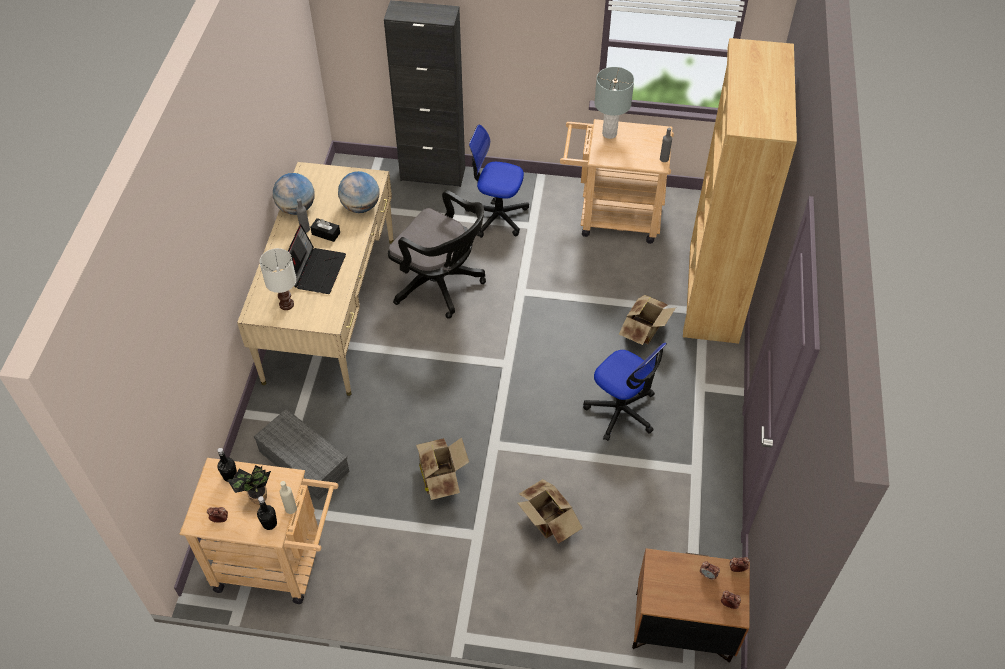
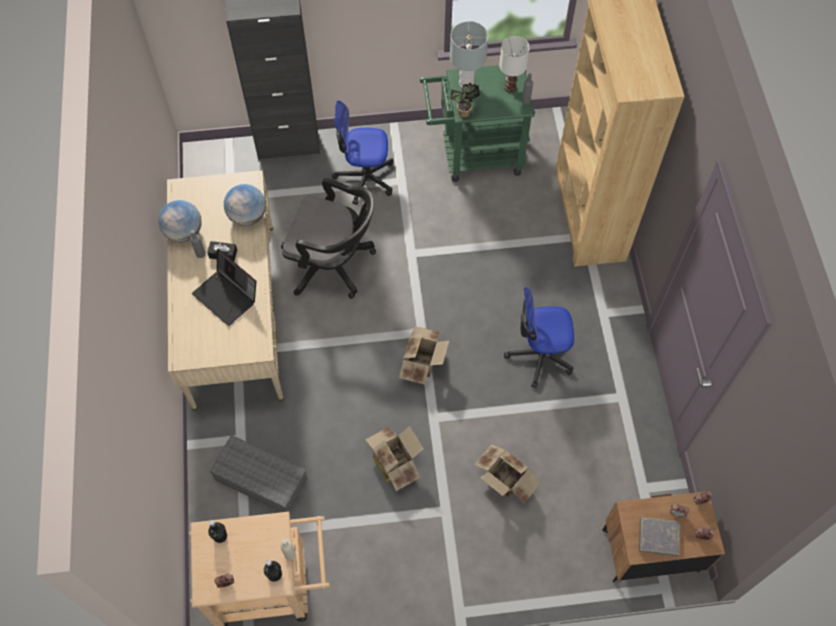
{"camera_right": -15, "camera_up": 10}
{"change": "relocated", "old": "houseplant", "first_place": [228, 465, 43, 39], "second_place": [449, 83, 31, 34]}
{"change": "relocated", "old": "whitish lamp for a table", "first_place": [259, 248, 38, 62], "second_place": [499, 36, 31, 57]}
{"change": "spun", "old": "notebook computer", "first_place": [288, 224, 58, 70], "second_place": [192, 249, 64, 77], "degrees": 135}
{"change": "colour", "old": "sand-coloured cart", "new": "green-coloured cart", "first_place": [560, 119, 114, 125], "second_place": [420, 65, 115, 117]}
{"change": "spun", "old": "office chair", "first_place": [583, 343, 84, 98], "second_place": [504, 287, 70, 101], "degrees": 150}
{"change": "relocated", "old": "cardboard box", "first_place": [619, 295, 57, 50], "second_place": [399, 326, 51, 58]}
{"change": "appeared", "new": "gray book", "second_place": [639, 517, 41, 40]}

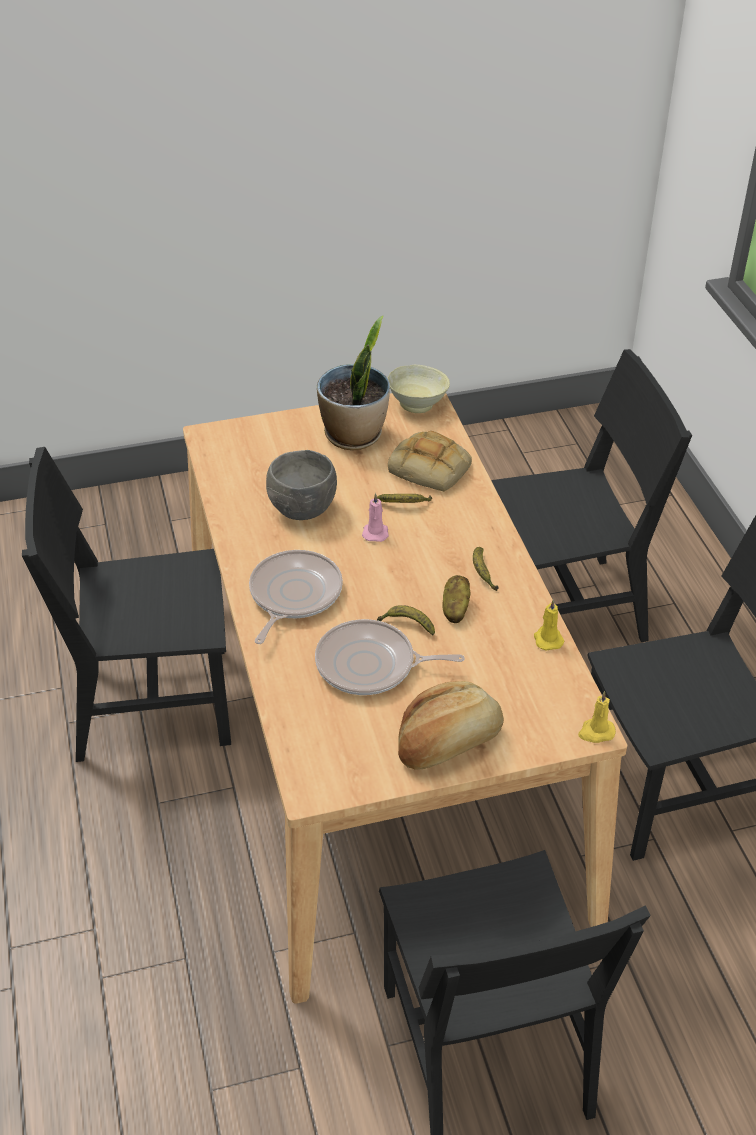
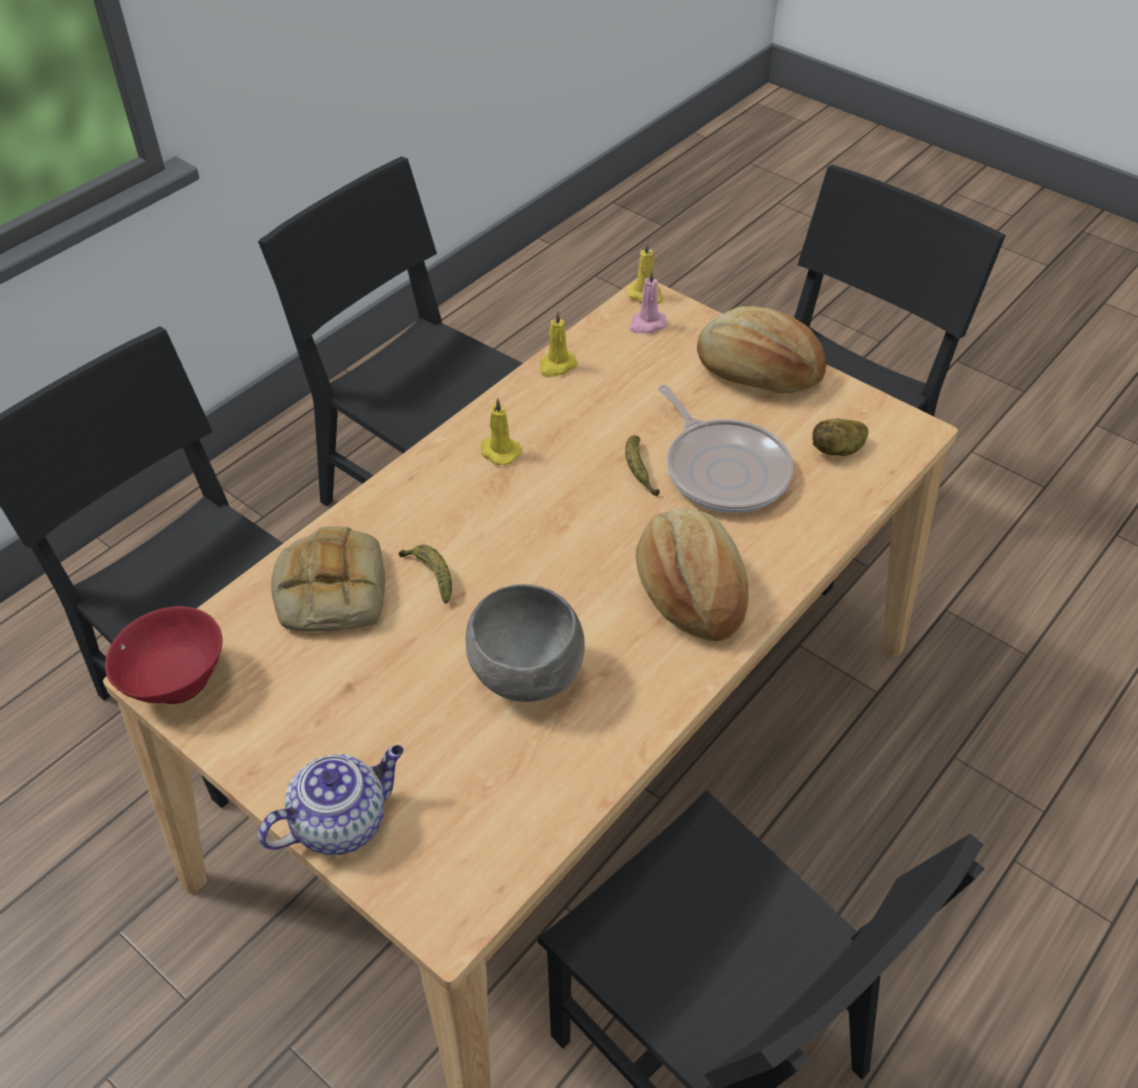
{"camera_right": -125, "camera_up": 5}
{"change": "exchanged", "old": "frying pan", "new": "bread", "first_place": [249, 550, 94, 94], "second_place": [636, 508, 112, 133]}
{"change": "missing", "old": "houseplant", "first_place": [317, 316, 73, 134]}
{"change": "relocated", "old": "pinkish wax candle", "first_place": [362, 493, 27, 49], "second_place": [629, 269, 38, 65]}
{"change": "colour", "old": "sand-coloured deep dish", "new": "red deep dish", "first_place": [388, 365, 62, 48], "second_place": [105, 606, 118, 98]}
{"change": "relocated", "old": "whole potato", "first_place": [442, 575, 28, 48], "second_place": [812, 418, 56, 38]}
{"change": "exchanged", "old": "banana", "new": "yellow wax candle", "first_place": [473, 547, 25, 44], "second_place": [481, 397, 40, 68]}
{"change": "appeared", "new": "tea pot", "second_place": [258, 745, 146, 110]}

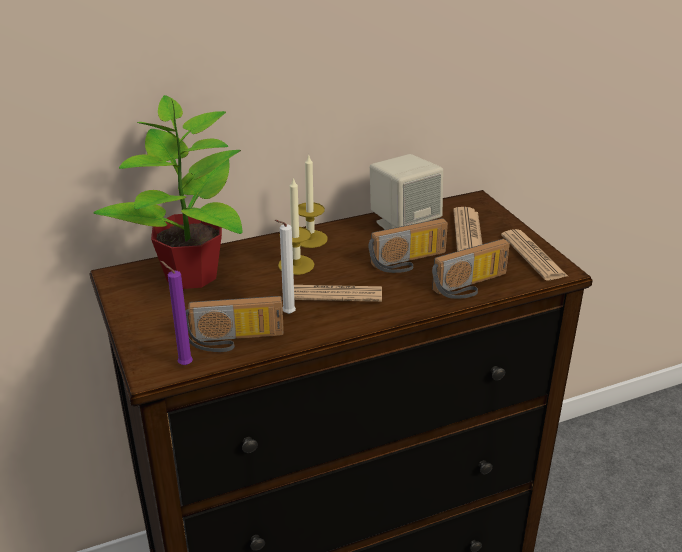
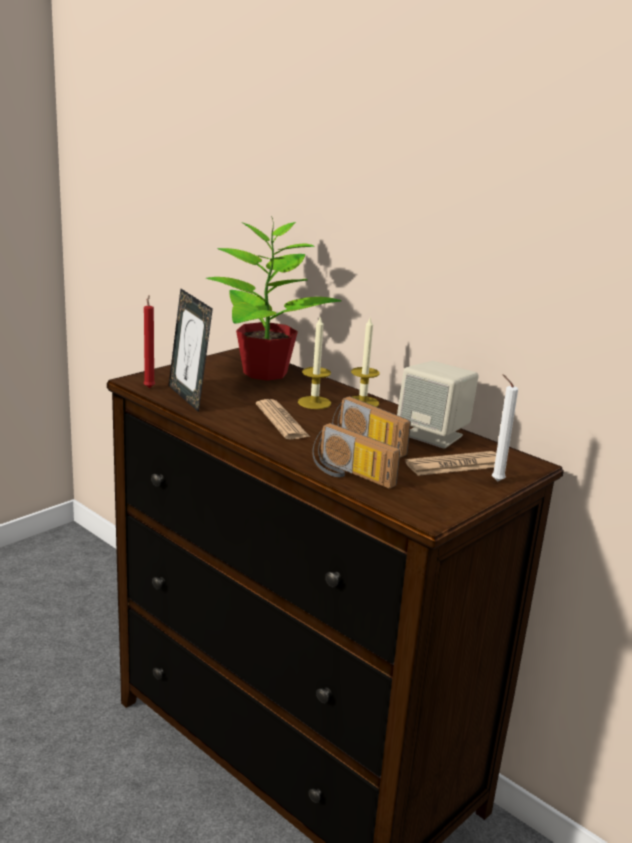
{"camera_right": 65, "camera_up": -10}
{"change": "colour", "old": "purplish wax candle", "new": "red wax candle", "first_place": [160, 261, 33, 104], "second_place": [144, 295, 11, 93]}
{"change": "exchanged", "old": "radio", "new": "picture frame", "first_place": [186, 296, 98, 56], "second_place": [169, 289, 44, 123]}
{"change": "relocated", "old": "whitish wax candle", "first_place": [275, 220, 21, 94], "second_place": [492, 374, 26, 107]}
{"change": "missing", "old": "newspaper", "first_place": [501, 229, 67, 51]}

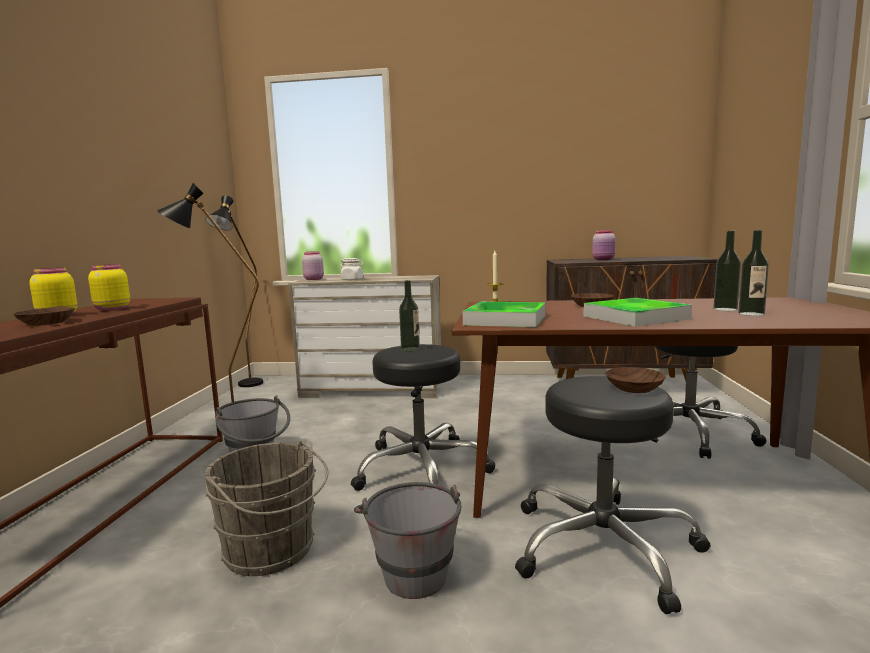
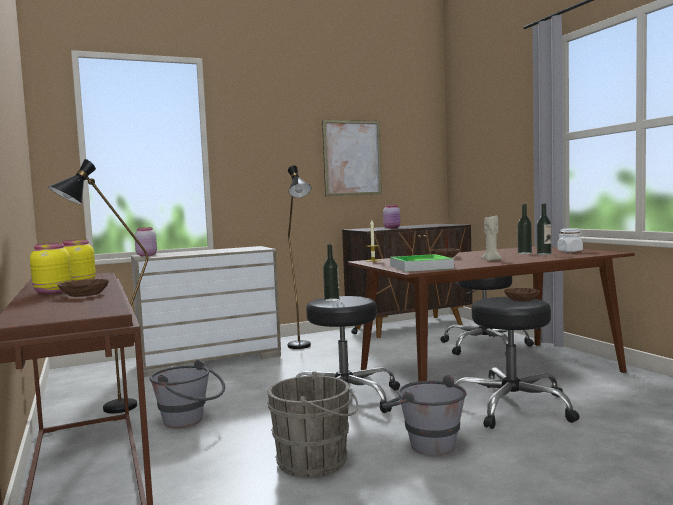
{"camera_right": -30, "camera_up": -5}
{"change": "relocated", "old": "blackish standing lamp", "first_place": [205, 195, 58, 192], "second_place": [288, 165, 23, 184]}
{"change": "relocated", "old": "whitish jar", "first_place": [340, 258, 23, 22], "second_place": [557, 228, 26, 24]}
{"change": "exchanged", "old": "carrying tray", "new": "sand-coloured wax candle", "first_place": [583, 298, 109, 29], "second_place": [481, 215, 21, 46]}
{"change": "appeared", "new": "picture", "second_place": [322, 120, 60, 76]}

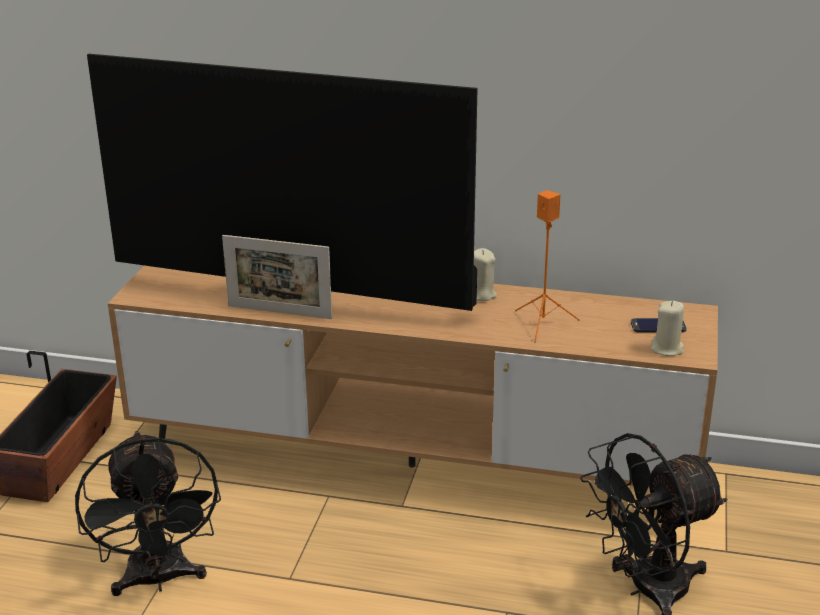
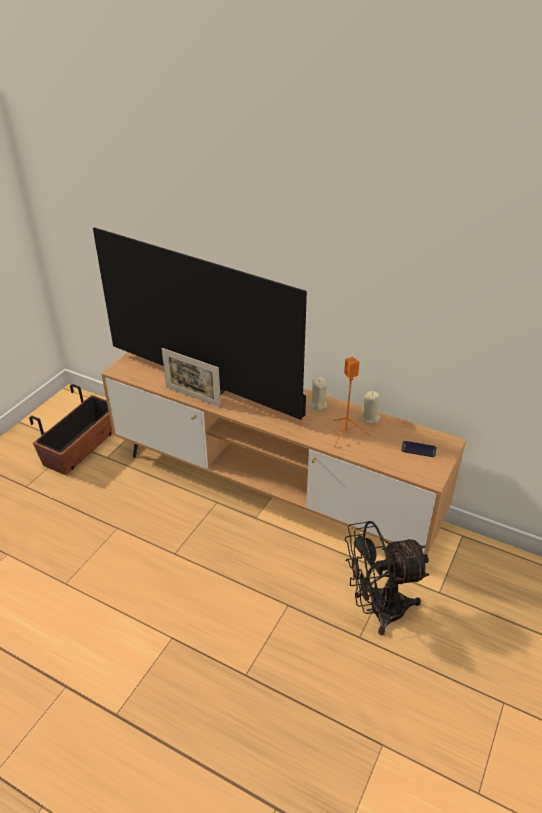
{"camera_right": 15, "camera_up": 10}
{"change": "missing", "old": "blackish cooling fan", "first_place": [75, 431, 146, 165]}
{"change": "relocated", "old": "sand-coloured wax candle", "first_place": [651, 301, 33, 55], "second_place": [360, 391, 21, 32]}

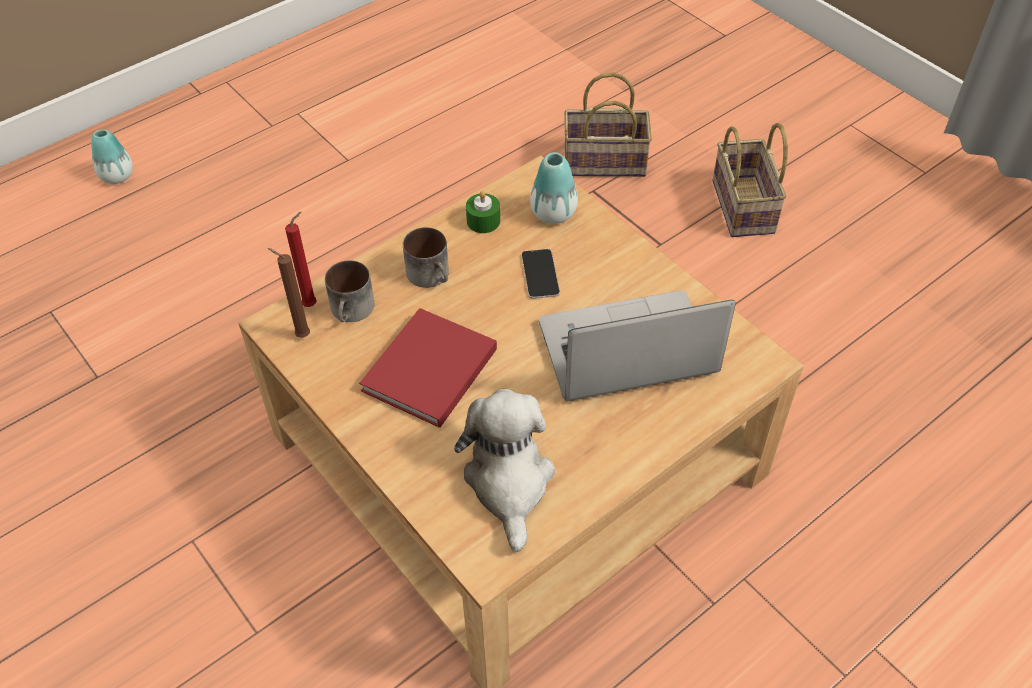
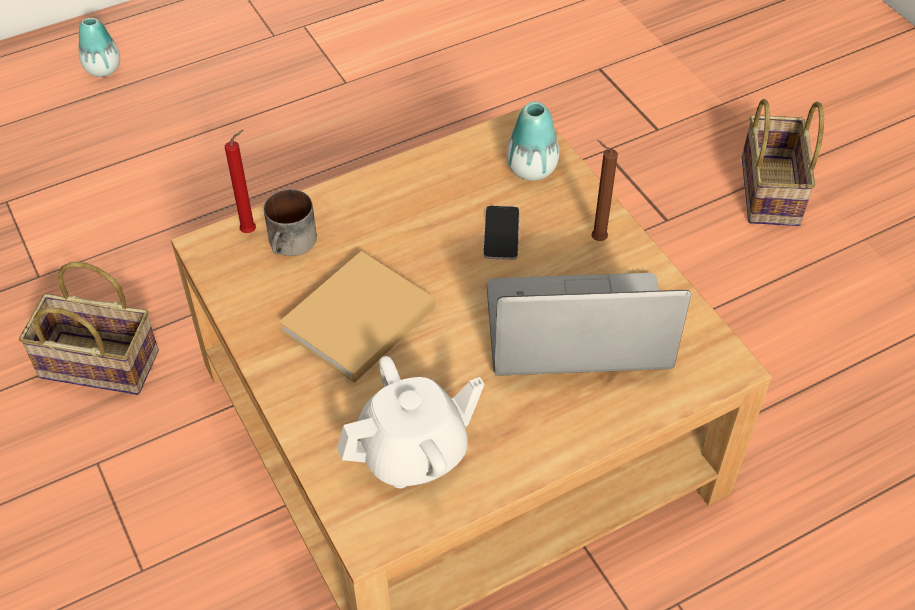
{"camera_right": 10, "camera_up": 0}
{"change": "relocated", "old": "brown wax candle", "first_place": [268, 248, 42, 90], "second_place": [592, 140, 26, 101]}
{"change": "colour", "old": "red book", "new": "sand-coloured book", "first_place": [359, 308, 138, 120], "second_place": [279, 251, 156, 132]}
{"change": "missing", "old": "mug", "first_place": [403, 227, 46, 61]}
{"change": "exchanged", "old": "cuddly toy", "new": "whitish tea pot", "first_place": [454, 389, 101, 163], "second_place": [337, 356, 147, 132]}
{"change": "missing", "old": "green-coloured wax candle", "first_place": [466, 191, 34, 42]}
{"change": "relocated", "old": "household basket", "first_place": [564, 72, 88, 105], "second_place": [19, 262, 140, 133]}

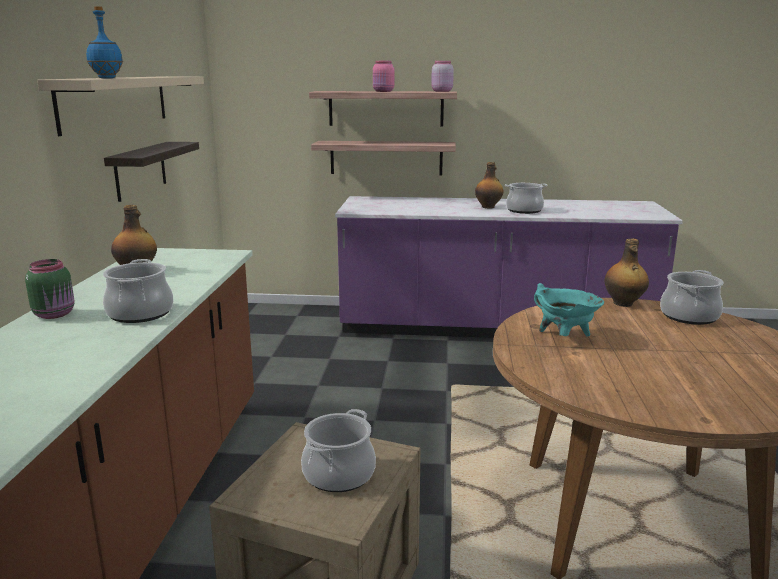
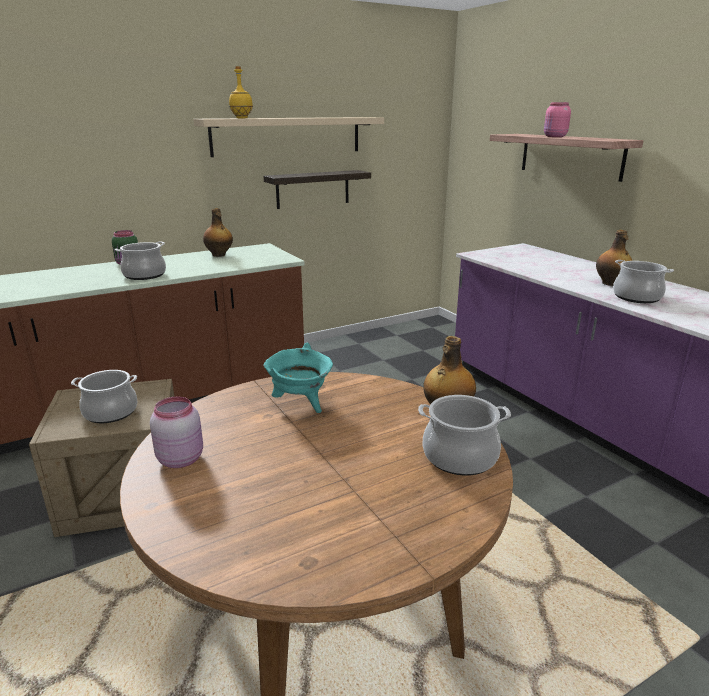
{"camera_right": 55, "camera_up": 5}
{"change": "colour", "old": "blue drink bottle", "new": "yellow drink bottle", "first_place": [86, 6, 37, 72], "second_place": [229, 66, 24, 52]}
{"change": "missing", "old": "bracket shelf", "first_place": [311, 141, 145, 35]}
{"change": "relocated", "old": "pinkish jar", "first_place": [431, 61, 23, 31], "second_place": [150, 396, 53, 72]}

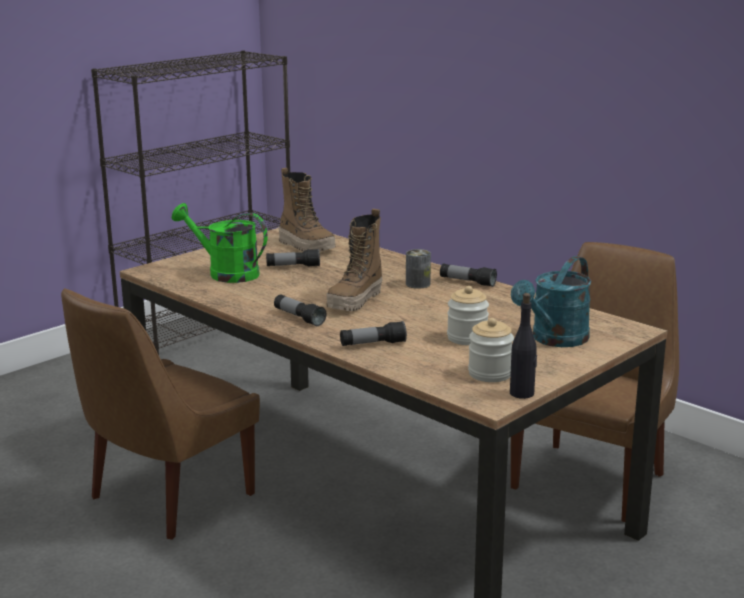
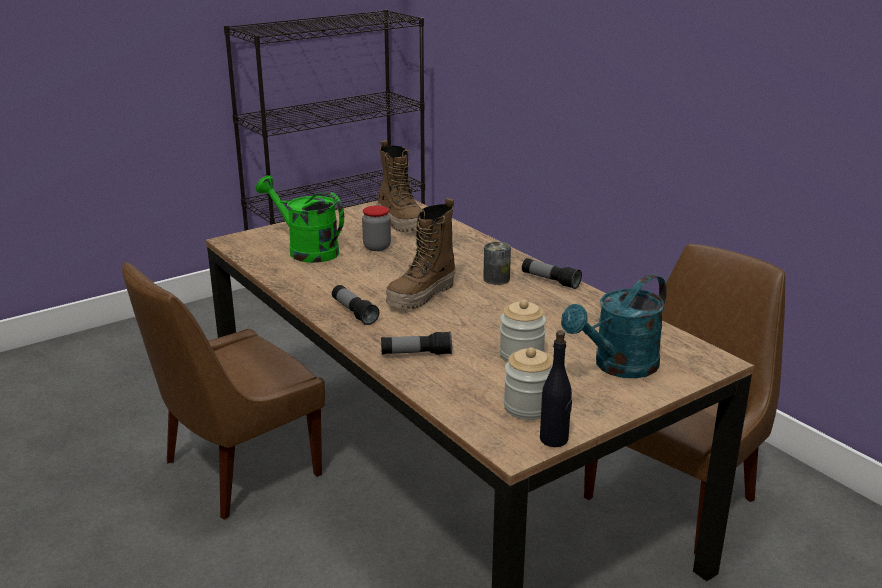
{"camera_right": 10, "camera_up": 5}
{"change": "exchanged", "old": "hand torch", "new": "jar", "first_place": [266, 249, 54, 18], "second_place": [362, 205, 29, 46]}

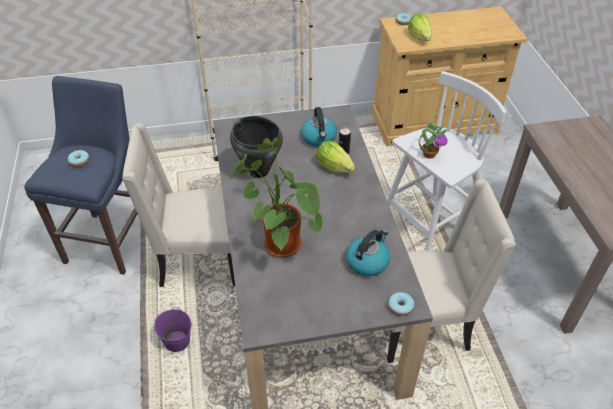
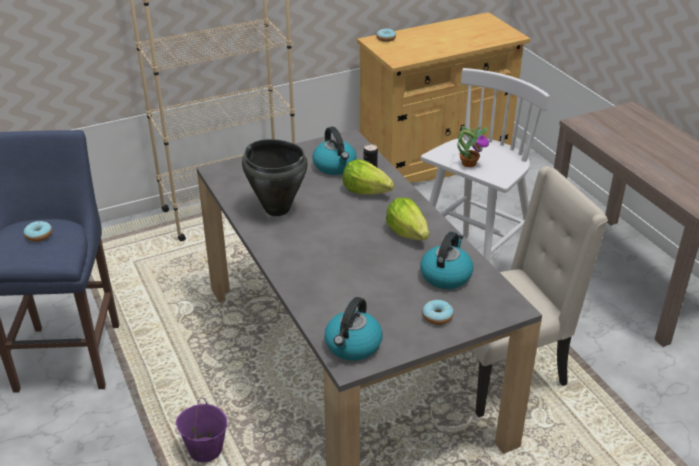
{"camera_right": -15, "camera_up": -10}
{"change": "missing", "old": "sand-coloured chair", "first_place": [122, 123, 113, 164]}
{"change": "missing", "old": "houseplant", "first_place": [229, 138, 94, 120]}
{"change": "relocated", "old": "doughnut", "first_place": [388, 292, 26, 24], "second_place": [422, 300, 31, 25]}
{"change": "relocated", "old": "lettuce", "first_place": [408, 14, 24, 27], "second_place": [386, 198, 43, 42]}
{"change": "appeared", "new": "water kettle", "second_place": [324, 297, 58, 64]}

